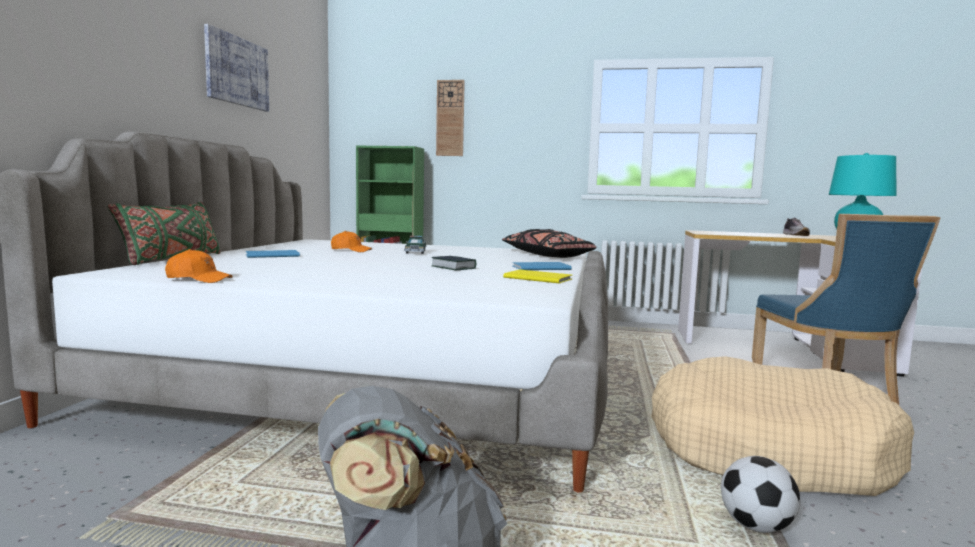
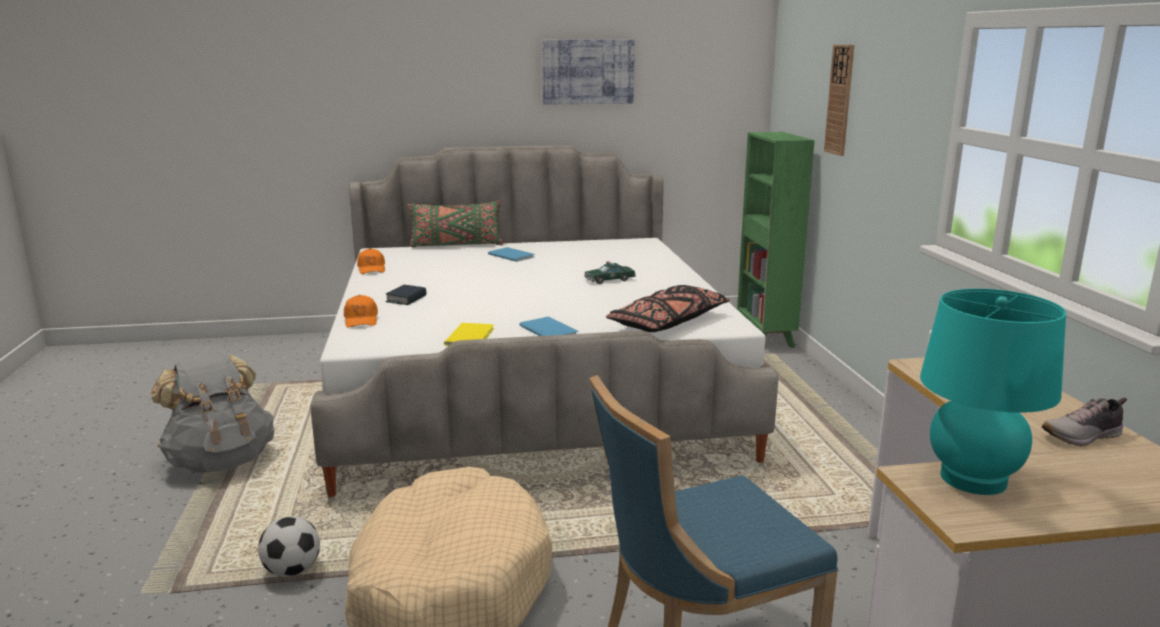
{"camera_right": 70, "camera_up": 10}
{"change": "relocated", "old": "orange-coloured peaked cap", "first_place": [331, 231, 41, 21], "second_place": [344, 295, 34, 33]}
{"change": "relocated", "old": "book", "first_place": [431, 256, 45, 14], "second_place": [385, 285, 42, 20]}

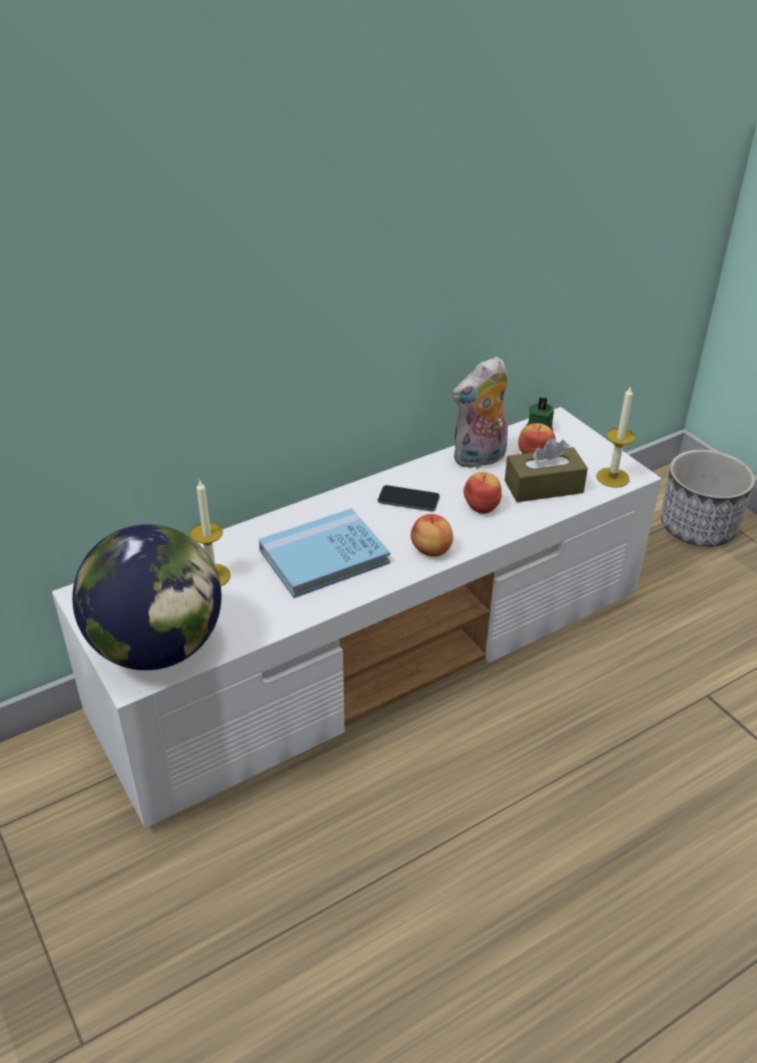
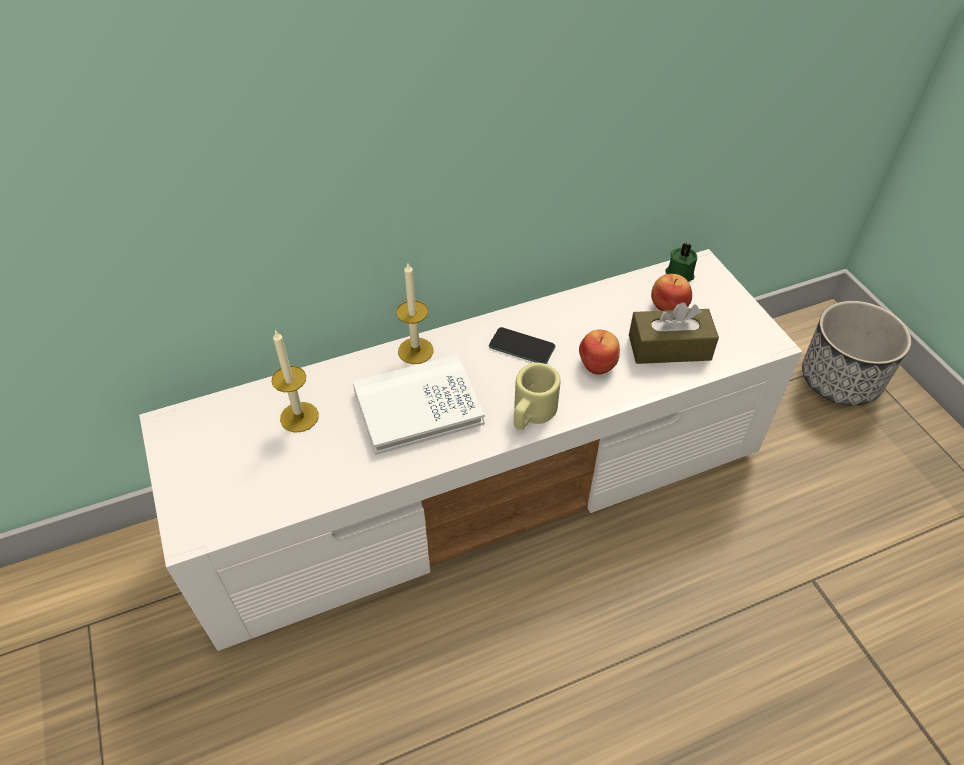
{"camera_right": 10, "camera_up": 10}
{"change": "missing", "old": "globe", "first_place": [72, 524, 149, 146]}
{"change": "colour", "old": "blue book", "new": "whitish book", "first_place": [259, 508, 131, 90], "second_place": [353, 355, 132, 100]}
{"change": "exchanged", "old": "apple", "new": "sand-coloured mug", "first_place": [411, 514, 42, 43], "second_place": [514, 363, 47, 67]}
{"change": "missing", "old": "cuddly toy", "first_place": [452, 356, 56, 112]}
{"change": "relocated", "old": "wax candle", "first_place": [597, 386, 38, 102], "second_place": [396, 262, 37, 102]}

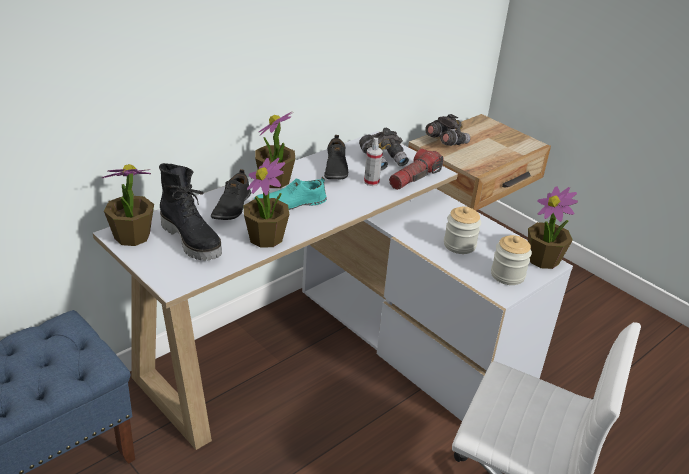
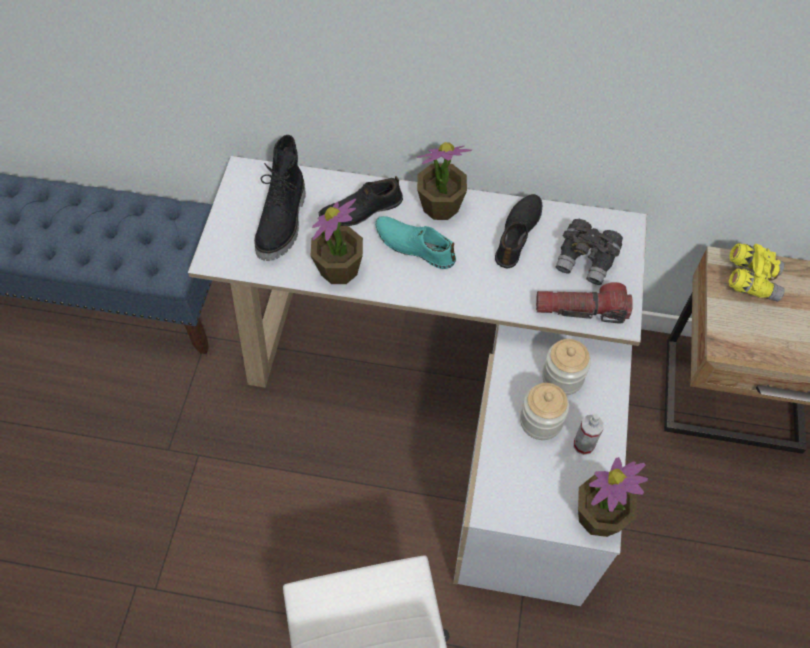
{"camera_right": 55, "camera_up": 25}
{"change": "missing", "old": "houseplant", "first_place": [102, 164, 52, 82]}
{"change": "spun", "old": "blackish item of footwear", "first_place": [324, 135, 24, 44], "second_place": [495, 194, 47, 74], "degrees": 150}
{"change": "relocated", "old": "sprayer", "first_place": [364, 138, 19, 48], "second_place": [573, 414, 31, 41]}
{"change": "colour", "old": "gray field glasses", "new": "yellow field glasses", "first_place": [425, 114, 45, 32], "second_place": [729, 243, 56, 59]}
{"change": "relocated", "old": "jar", "first_place": [491, 235, 41, 50], "second_place": [542, 339, 49, 57]}

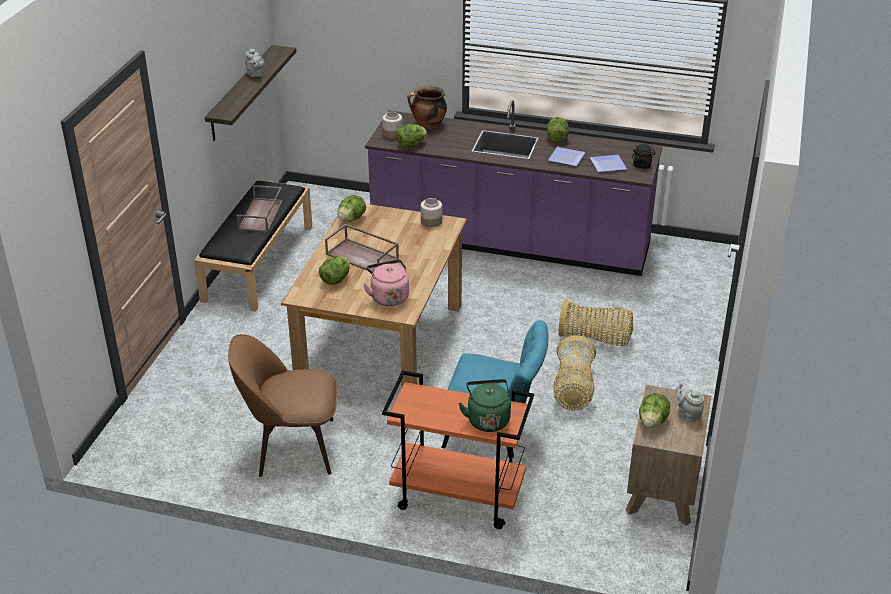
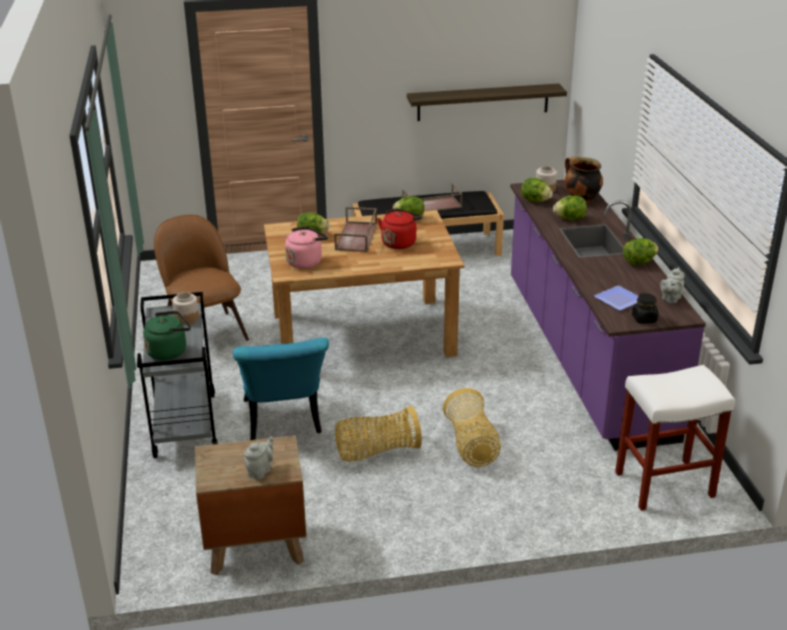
{"camera_right": 65, "camera_up": -5}
{"change": "relocated", "old": "gray tea pot", "first_place": [245, 48, 19, 29], "second_place": [660, 267, 25, 37]}
{"change": "colour", "old": "orange-coloured cart", "new": "gray cart", "first_place": [382, 370, 152, 159], "second_place": [137, 292, 81, 166]}
{"change": "relocated", "old": "jar", "first_place": [421, 198, 21, 29], "second_place": [172, 292, 27, 33]}
{"change": "missing", "old": "flat dish", "first_place": [548, 147, 38, 19]}
{"change": "relocated", "old": "lettuce", "first_place": [639, 393, 31, 35], "second_place": [553, 196, 34, 24]}
{"change": "appeared", "new": "red water kettle", "second_place": [378, 208, 44, 41]}
{"change": "appeared", "new": "whitish stool seat", "second_place": [615, 365, 120, 146]}

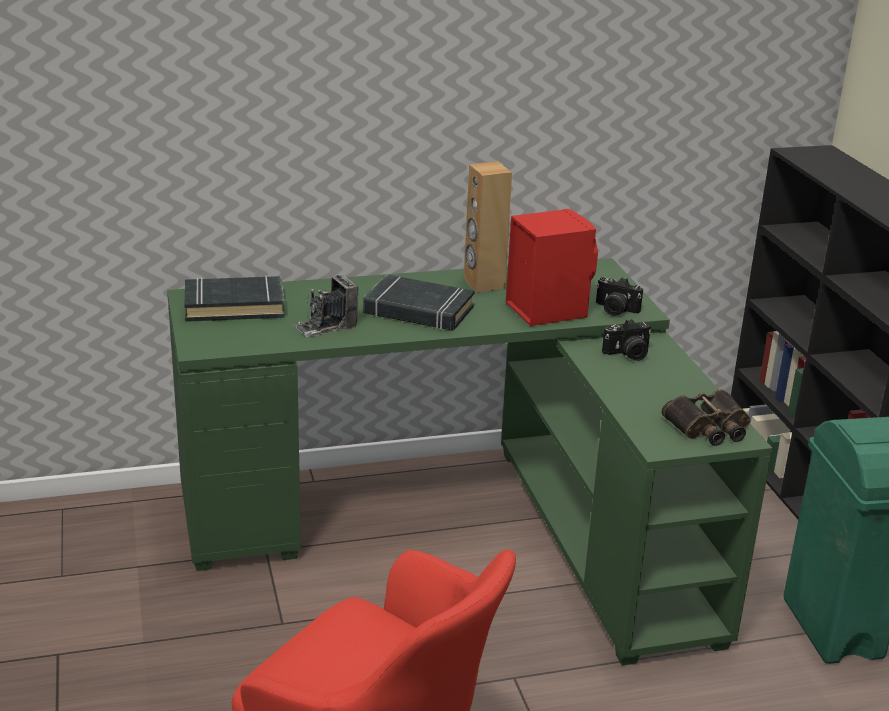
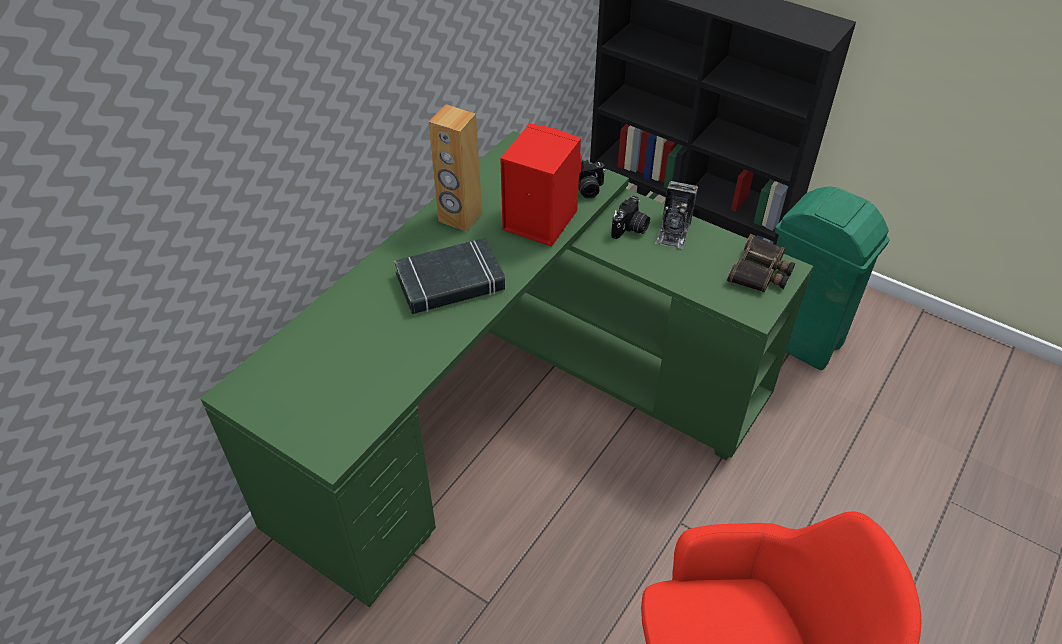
{"camera_right": -40, "camera_up": 20}
{"change": "missing", "old": "blackish book", "first_place": [184, 275, 101, 47]}
{"change": "relocated", "old": "still camera", "first_place": [293, 274, 66, 63], "second_place": [655, 181, 43, 68]}

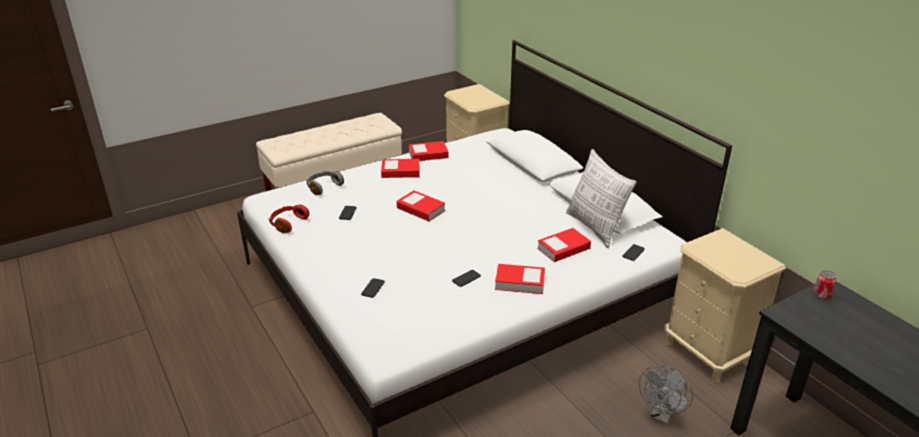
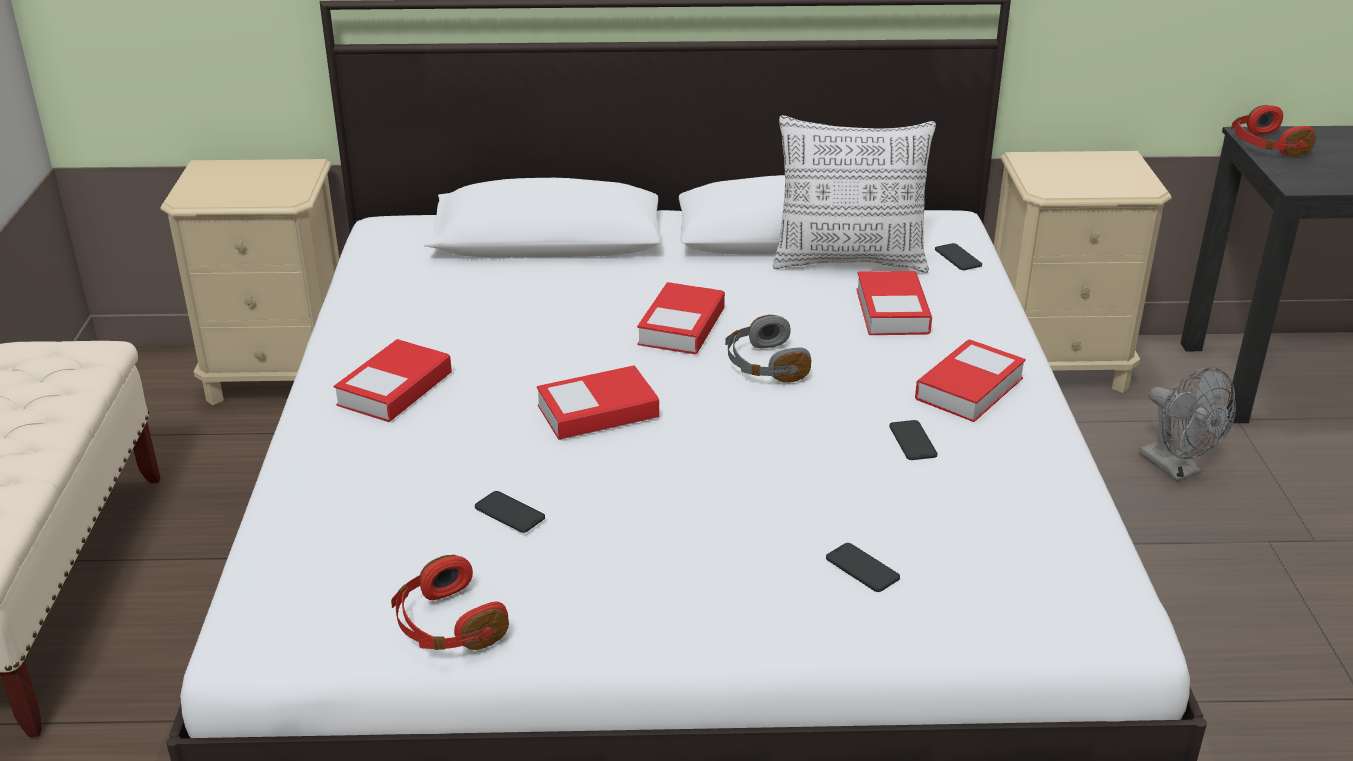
{"camera_right": -60, "camera_up": 0}
{"change": "relocated", "old": "gray headphones", "first_place": [307, 171, 37, 24], "second_place": [725, 315, 86, 68]}
{"change": "relocated", "old": "book", "first_place": [409, 141, 39, 20], "second_place": [637, 282, 88, 72]}
{"change": "exchanged", "old": "can", "new": "red headphones", "first_place": [813, 270, 24, 29], "second_place": [1231, 105, 85, 52]}

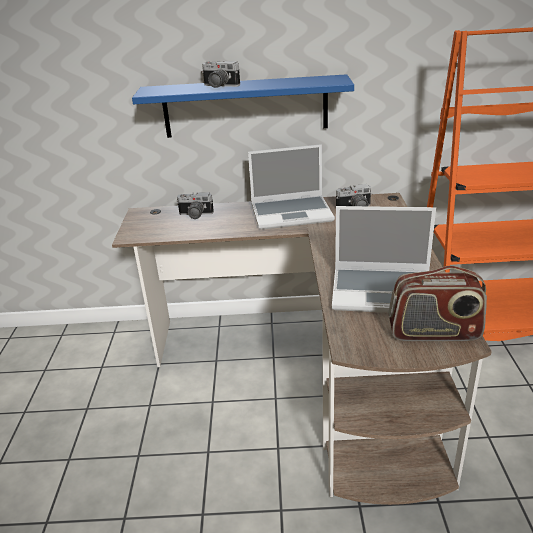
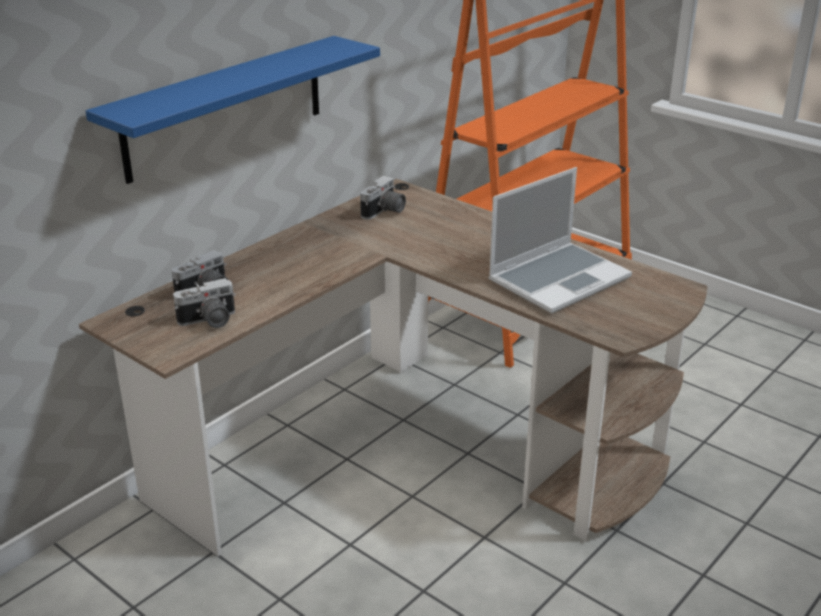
{"camera_right": -50, "camera_up": 0}
{"change": "relocated", "old": "still camera", "first_place": [202, 61, 38, 27], "second_place": [173, 278, 63, 50]}
{"change": "missing", "old": "notebook computer", "first_place": [248, 144, 87, 86]}
{"change": "missing", "old": "radio", "first_place": [389, 266, 98, 75]}

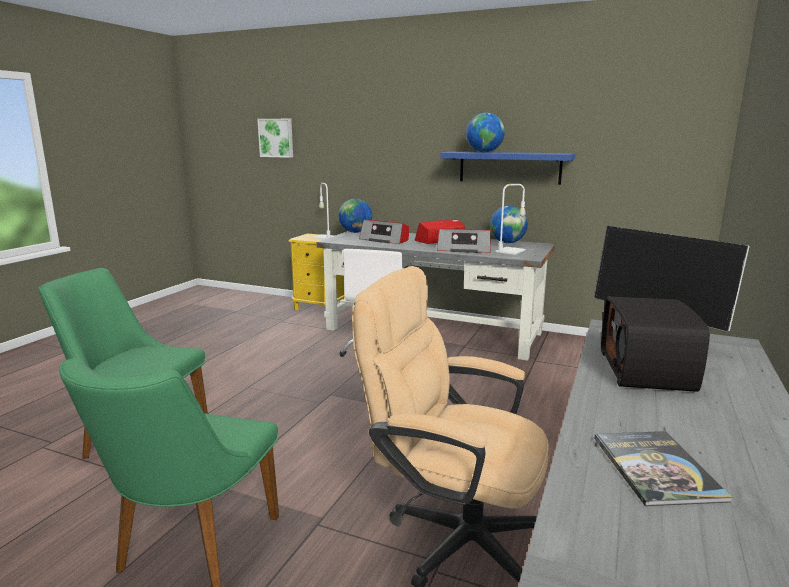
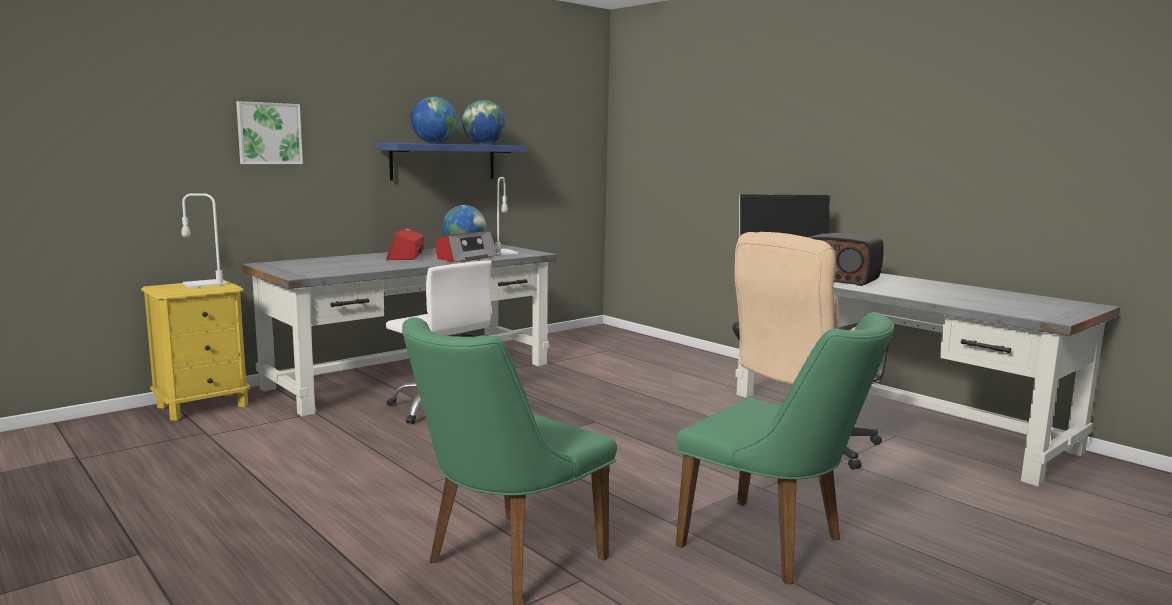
{"camera_right": -65, "camera_up": -5}
{"change": "relocated", "old": "picture", "first_place": [257, 119, 36, 39], "second_place": [236, 101, 67, 63]}
{"change": "relocated", "old": "globe", "first_place": [339, 199, 33, 34], "second_place": [462, 100, 44, 45]}
{"change": "missing", "old": "radio", "first_place": [359, 219, 50, 25]}
{"change": "missing", "old": "book", "first_place": [594, 431, 138, 75]}

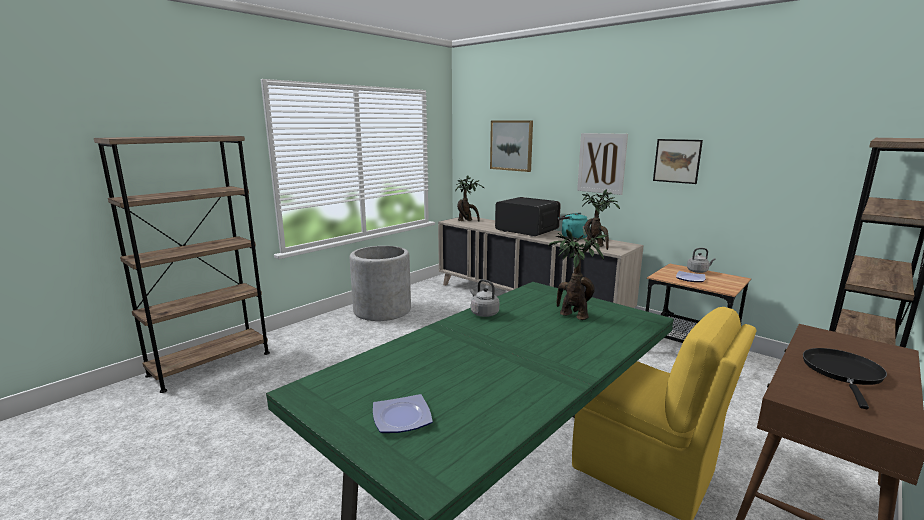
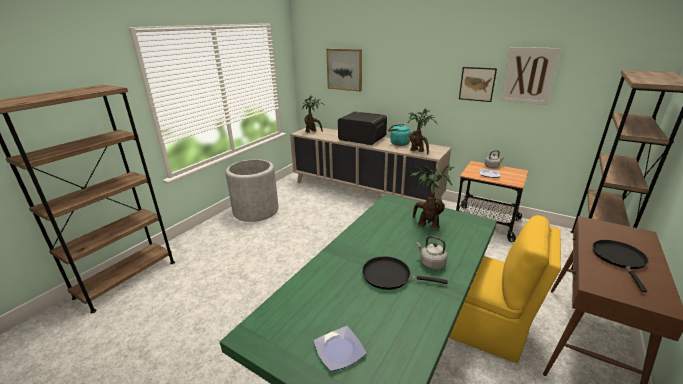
{"camera_right": -10, "camera_up": 10}
{"change": "relocated", "old": "gray water kettle", "first_place": [470, 279, 29, 38], "second_place": [416, 236, 31, 33]}
{"change": "relocated", "old": "picture", "first_place": [577, 133, 51, 62], "second_place": [501, 47, 60, 58]}
{"change": "appeared", "new": "blackish frying pan", "second_place": [362, 256, 86, 34]}

